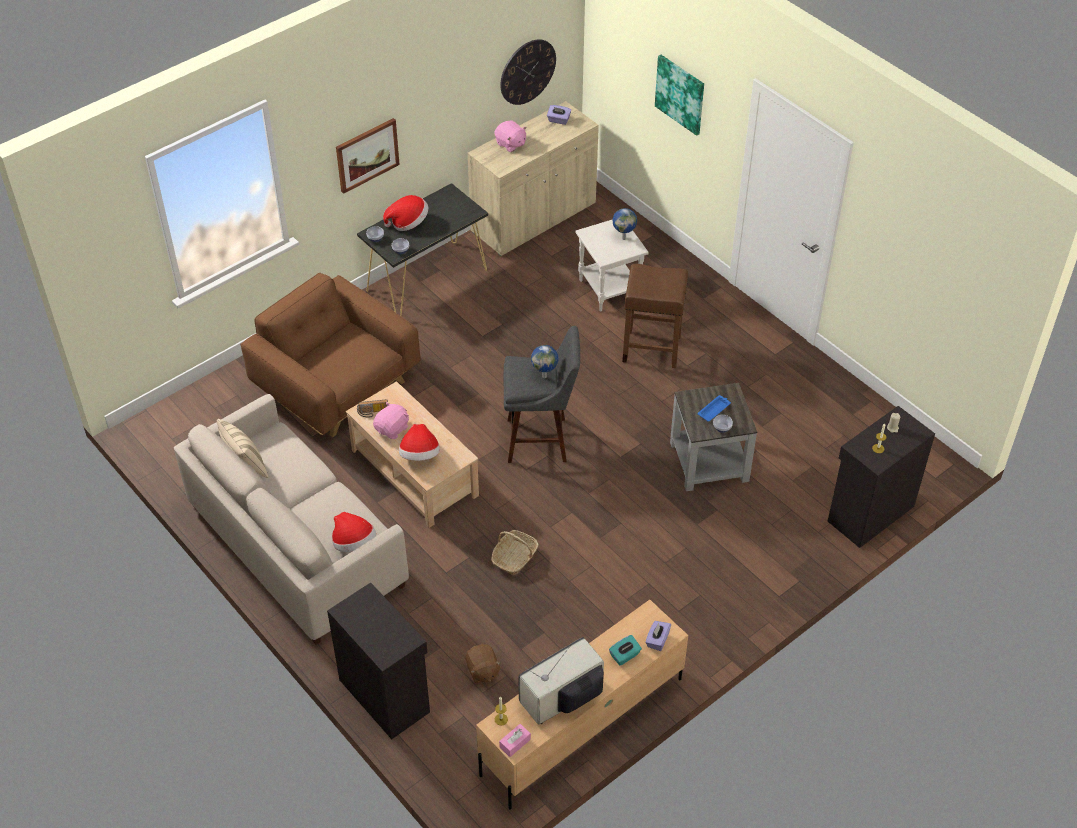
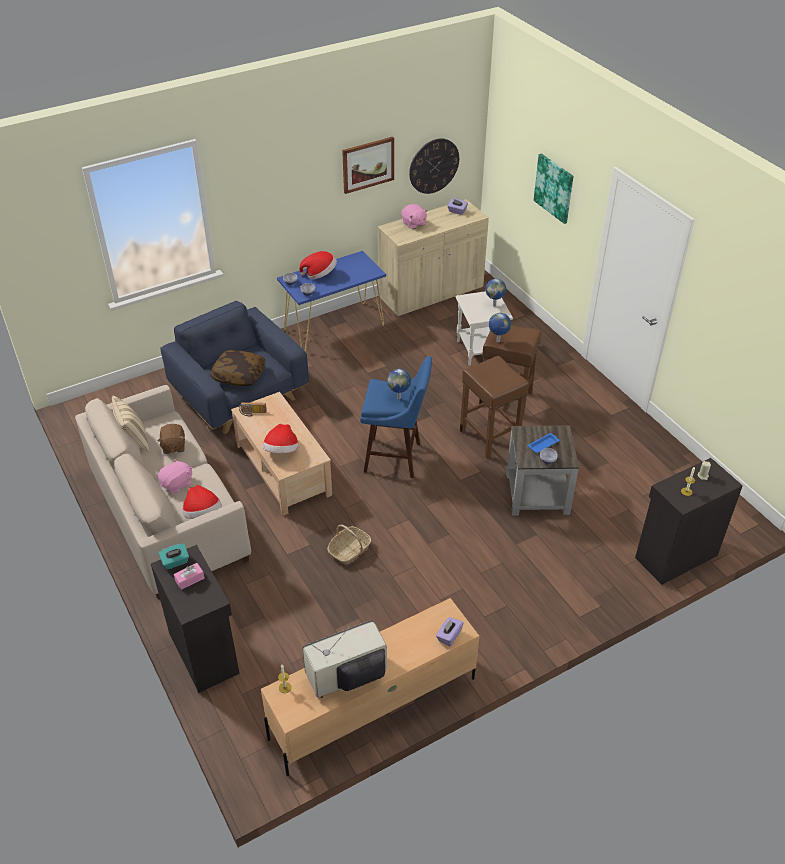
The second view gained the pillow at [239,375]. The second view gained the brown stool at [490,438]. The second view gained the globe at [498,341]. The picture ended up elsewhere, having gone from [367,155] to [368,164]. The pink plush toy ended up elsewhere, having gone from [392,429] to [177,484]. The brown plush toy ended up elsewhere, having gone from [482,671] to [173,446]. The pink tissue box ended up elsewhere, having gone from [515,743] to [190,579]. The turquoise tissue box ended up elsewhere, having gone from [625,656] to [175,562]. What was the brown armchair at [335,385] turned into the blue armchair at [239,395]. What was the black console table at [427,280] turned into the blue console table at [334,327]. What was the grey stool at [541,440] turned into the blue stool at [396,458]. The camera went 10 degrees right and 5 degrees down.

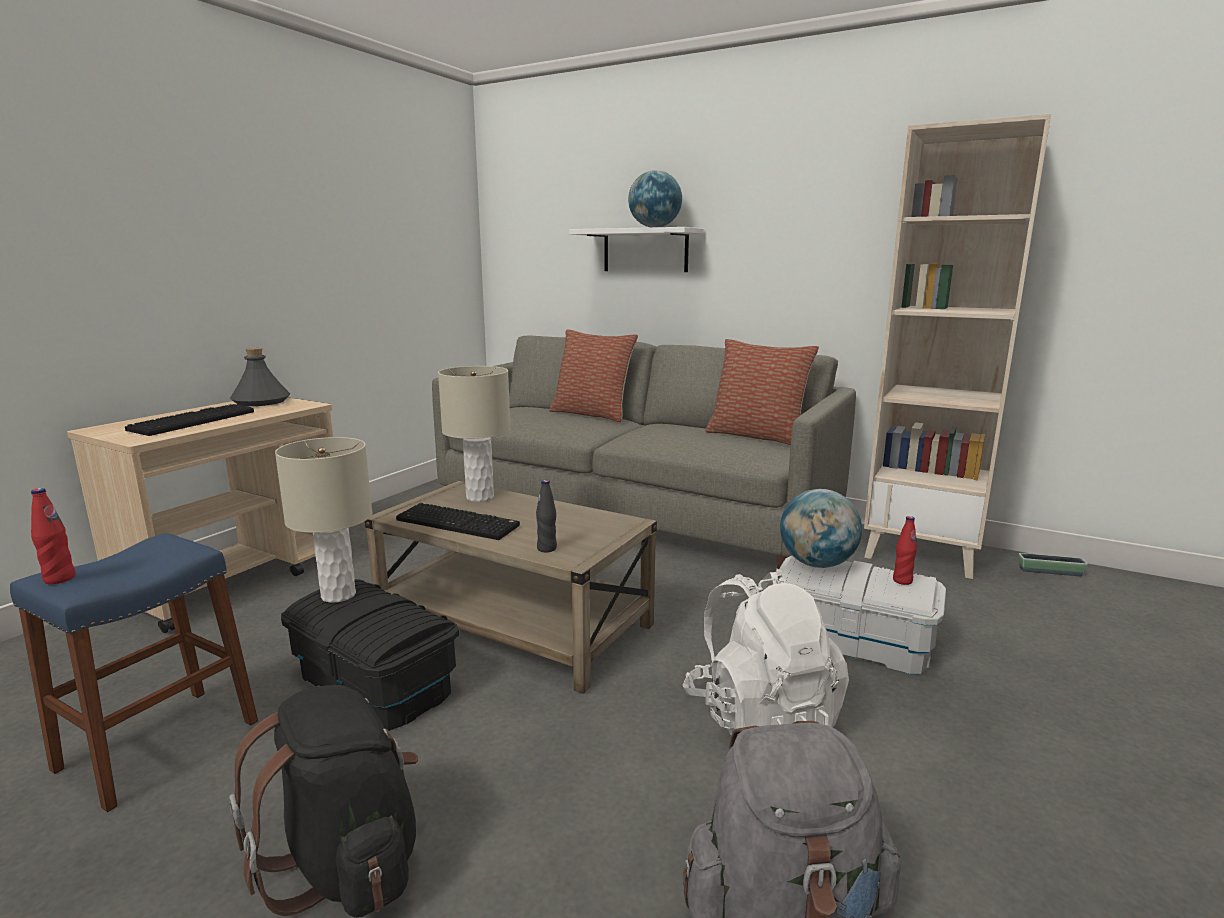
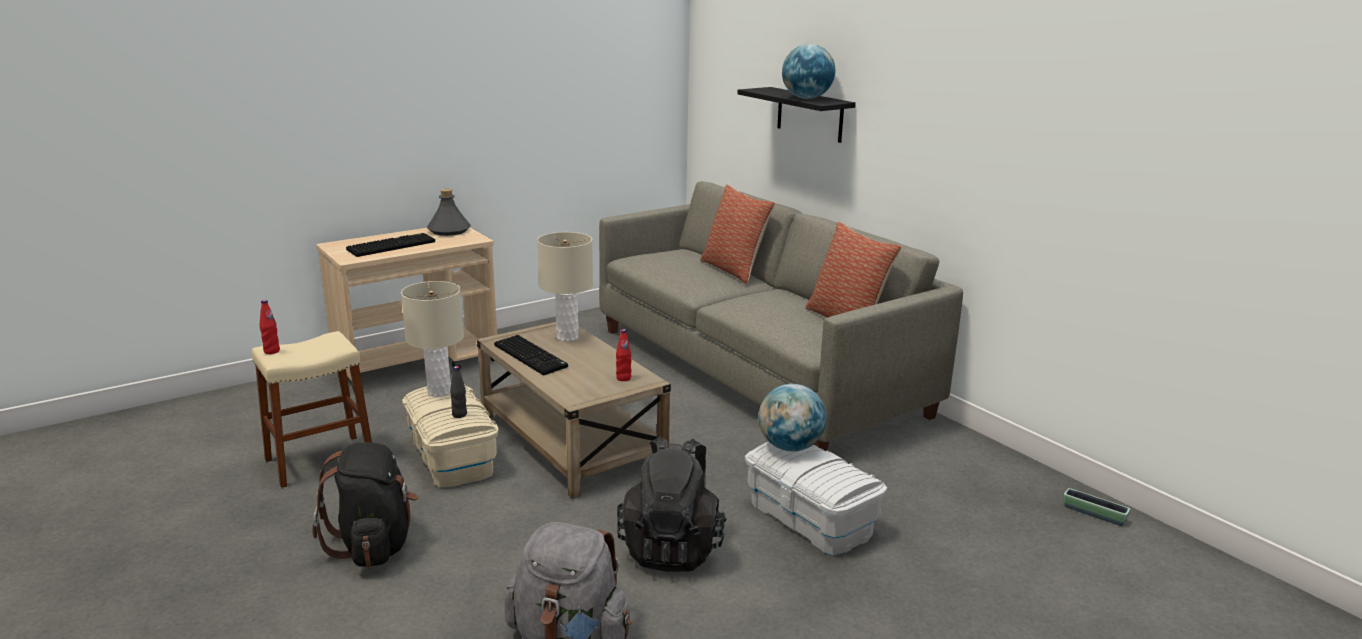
The second view lost the beige bookcase at [923,553]. The black bottle ended up elsewhere, having gone from [547,548] to [459,415]. The red bottle ended up elsewhere, having gone from [902,581] to [623,378]. What was the blue stool at [159,745] turned into the beige stool at [320,461]. What was the black storage box at [375,683] turned into the beige storage box at [453,457]. What was the white shelf at [645,250] turned into the black shelf at [810,114]. What was the white backpack at [761,720] turned into the black backpack at [672,548]. The camera went 25 degrees right and 5 degrees up.

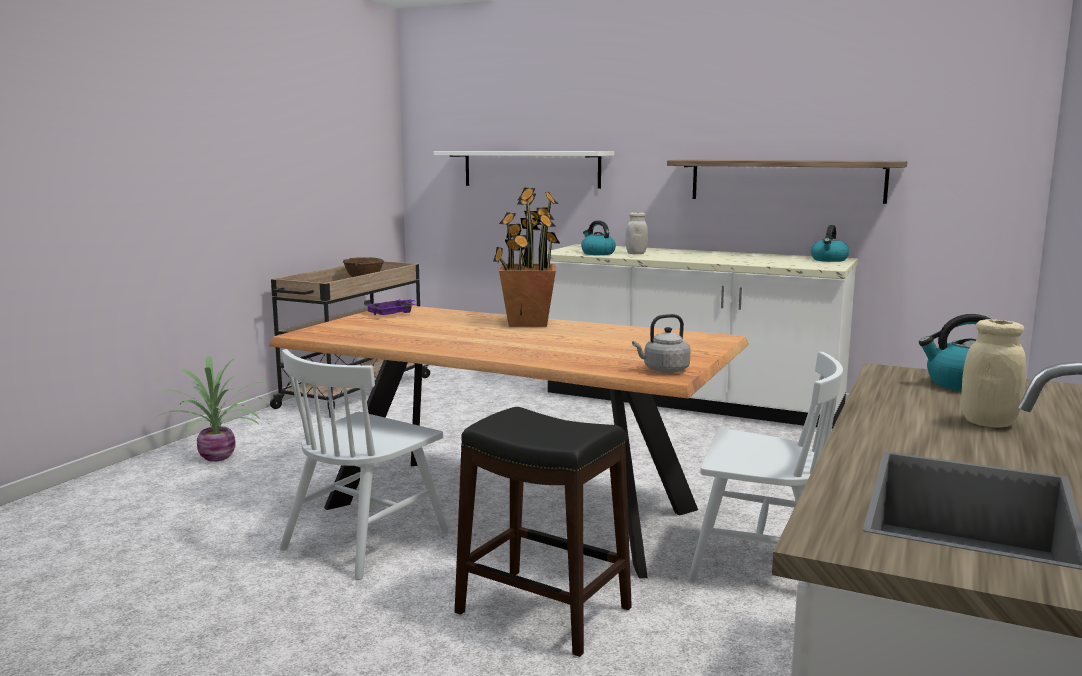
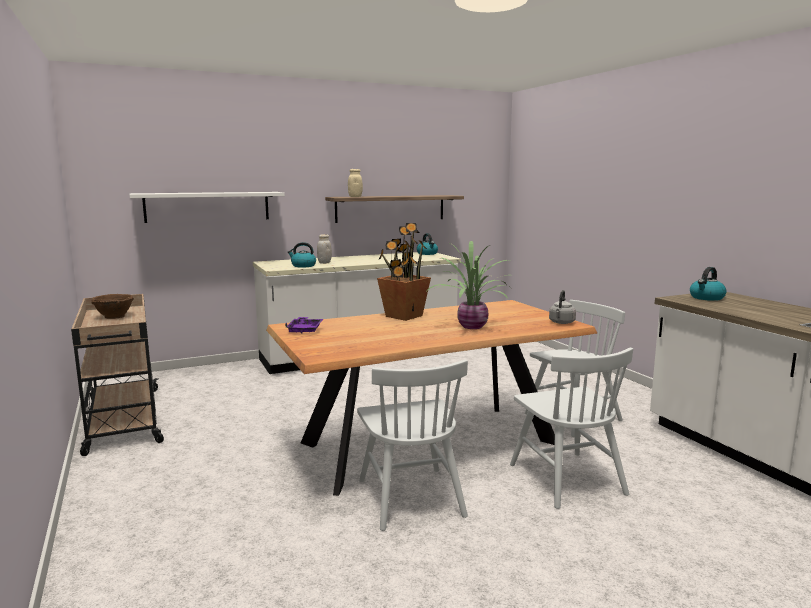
The potted plant ended up elsewhere, having gone from [219,457] to [472,326]. The beige jar ended up elsewhere, having gone from [988,422] to [355,196]. Where the black stool stood at [543,611], the white chair came to stand at [566,479]. The camera went 50 degrees left and 0 degrees up.

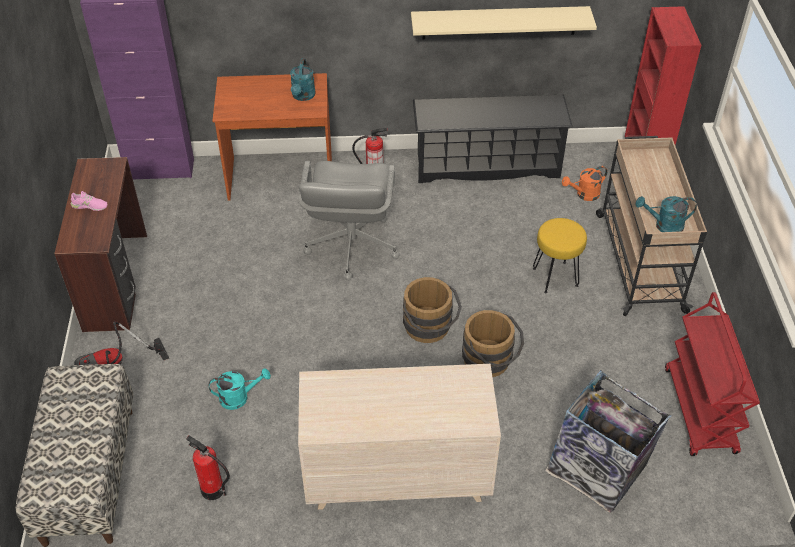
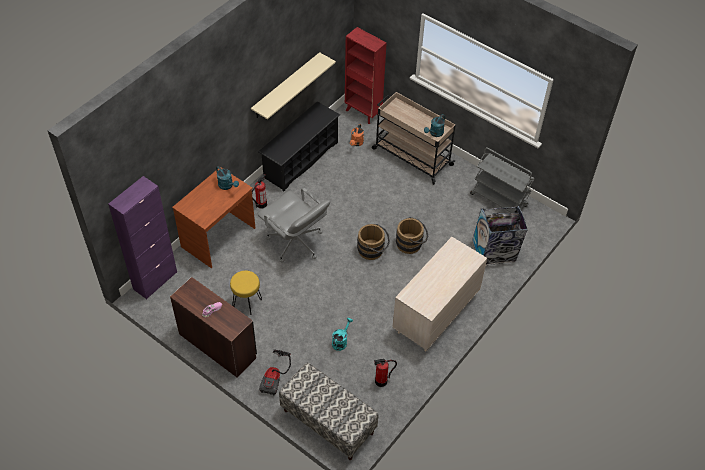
The yellow stool ended up elsewhere, having gone from [556,277] to [247,302]. What was the red cart at [700,411] turned into the grey cart at [499,200]. The camera went 50 degrees left and 5 degrees up.

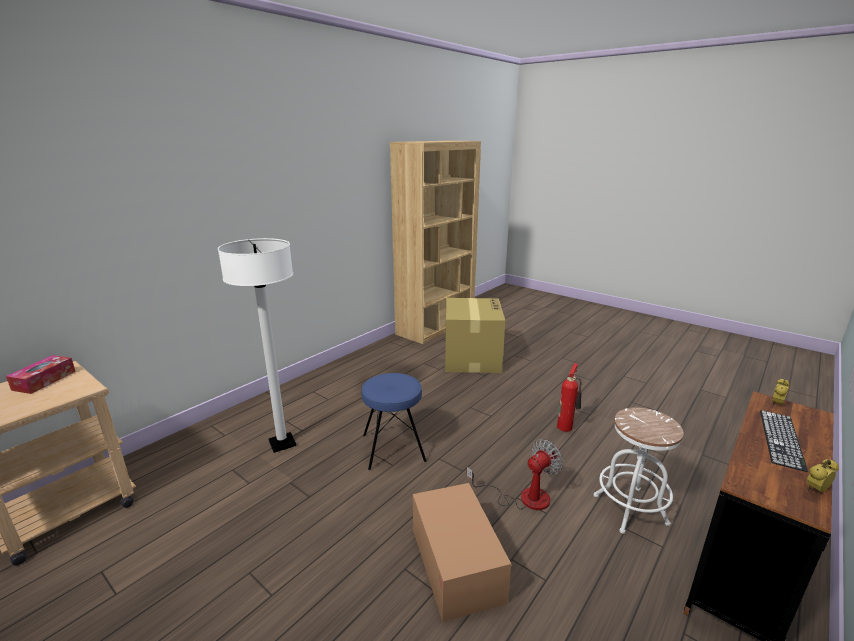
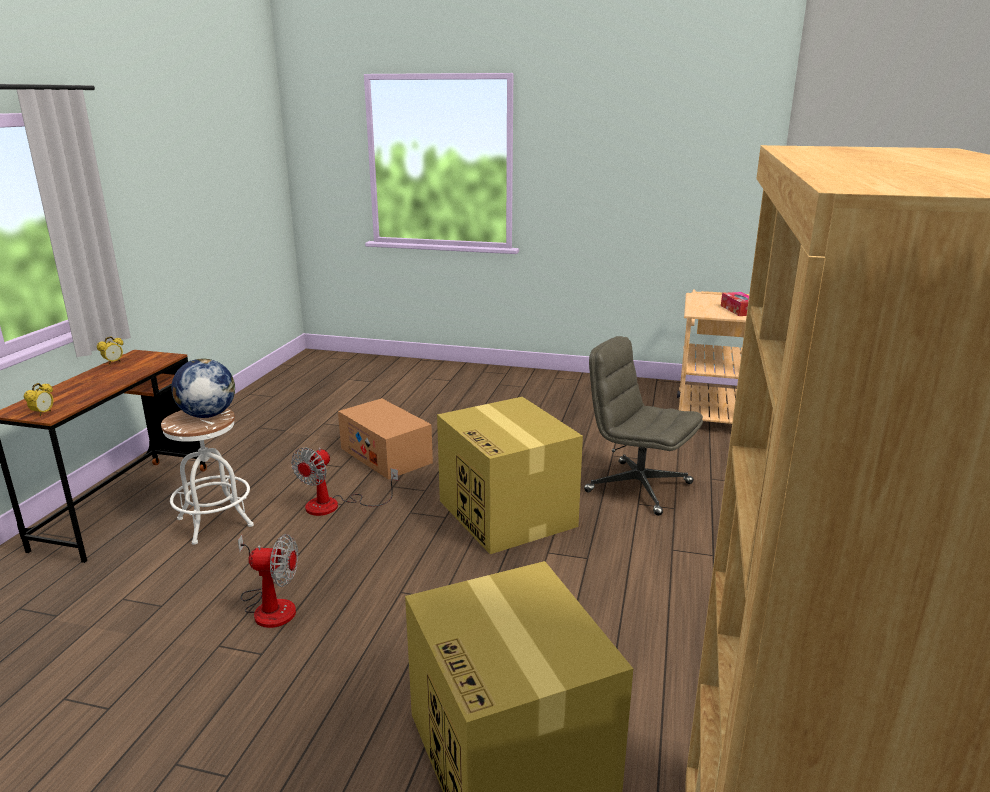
The second view lost the keyboard at [781,439]. The second view gained the globe at [207,415]. Where the white floor lamp stood at [282,443], the grey office chair came to stand at [637,487]. Where the blue stool stood at [393,448], the cardboard box came to stand at [508,514]. Where the fire extinguisher stood at [566,427], the fan came to stand at [270,605]. The camera went 155 degrees right and 0 degrees up.

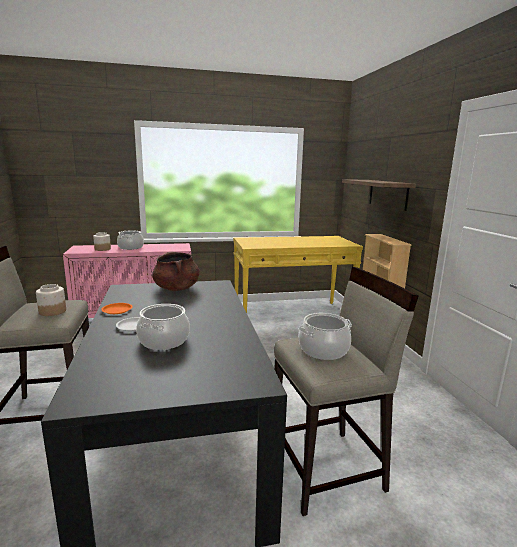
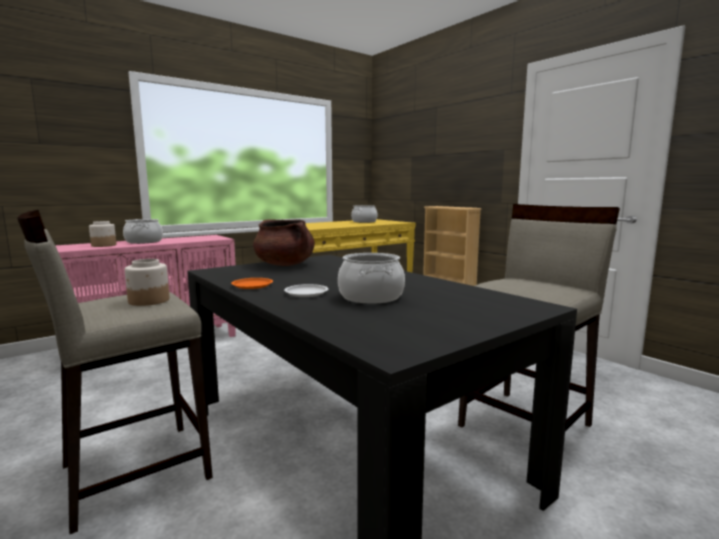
The second view lost the shelf at [388,194]. The cooking pot ended up elsewhere, having gone from [323,350] to [364,222]. The camera went 25 degrees left and 5 degrees down.

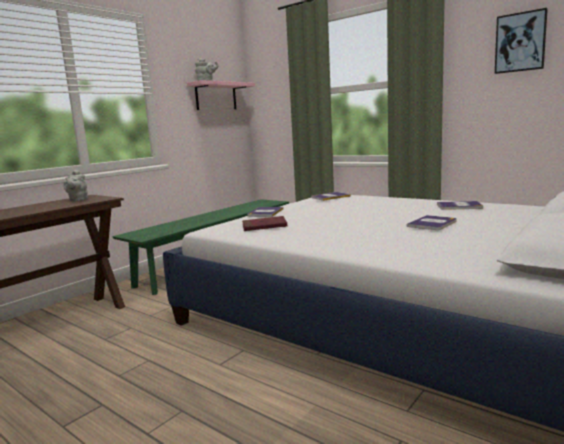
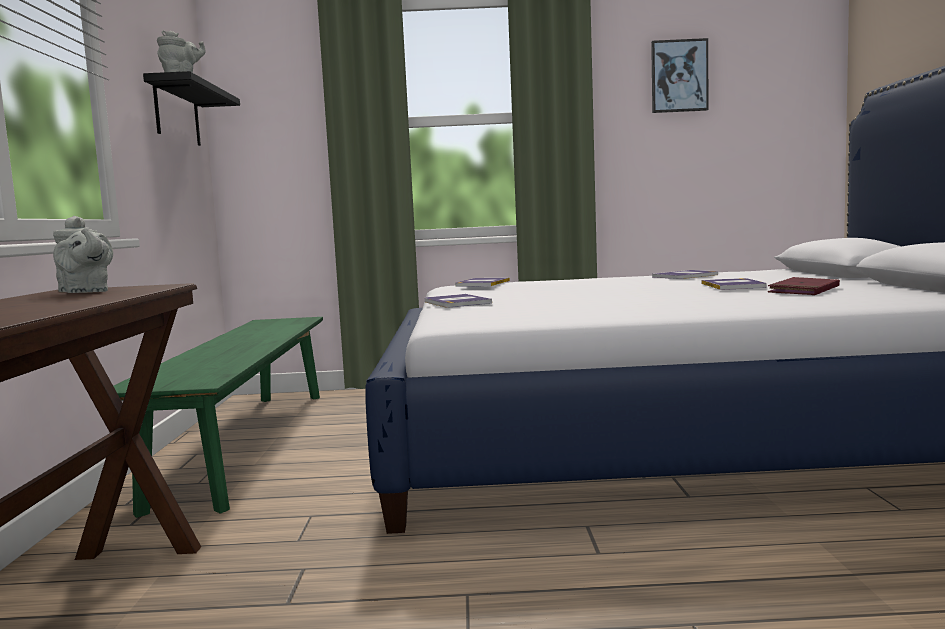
The red book ended up elsewhere, having gone from [264,226] to [804,290]. What was the pink shelf at [216,96] turned into the black shelf at [177,114]. The camera went 40 degrees left and 5 degrees down.

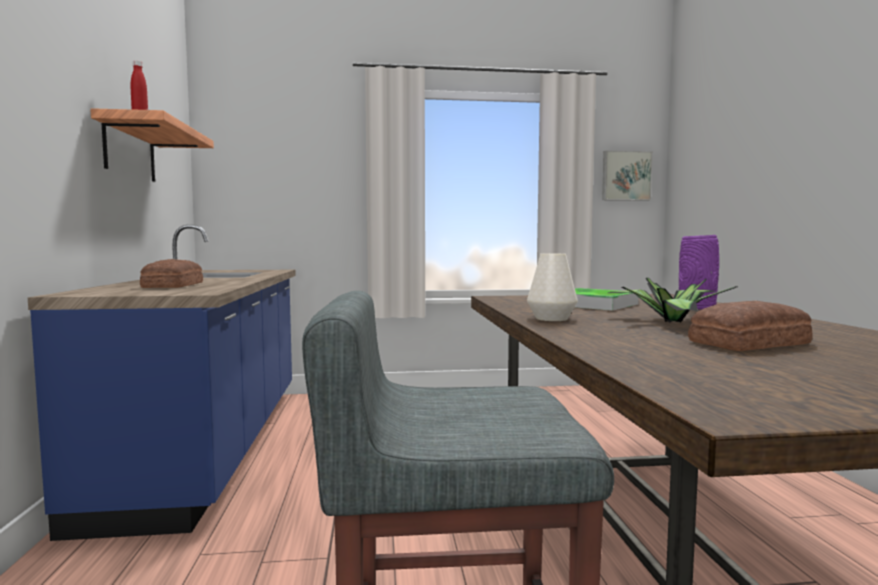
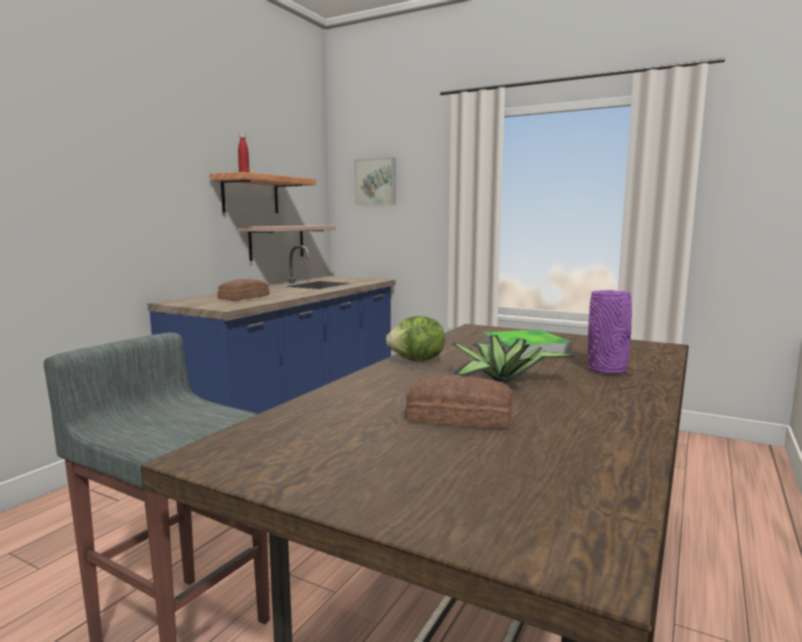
The second view gained the shelf at [277,242]. The picture ended up elsewhere, having gone from [625,176] to [376,182]. Where the white vase stood at [552,319], the lettuce came to stand at [417,361]. The camera went 35 degrees right and 5 degrees up.

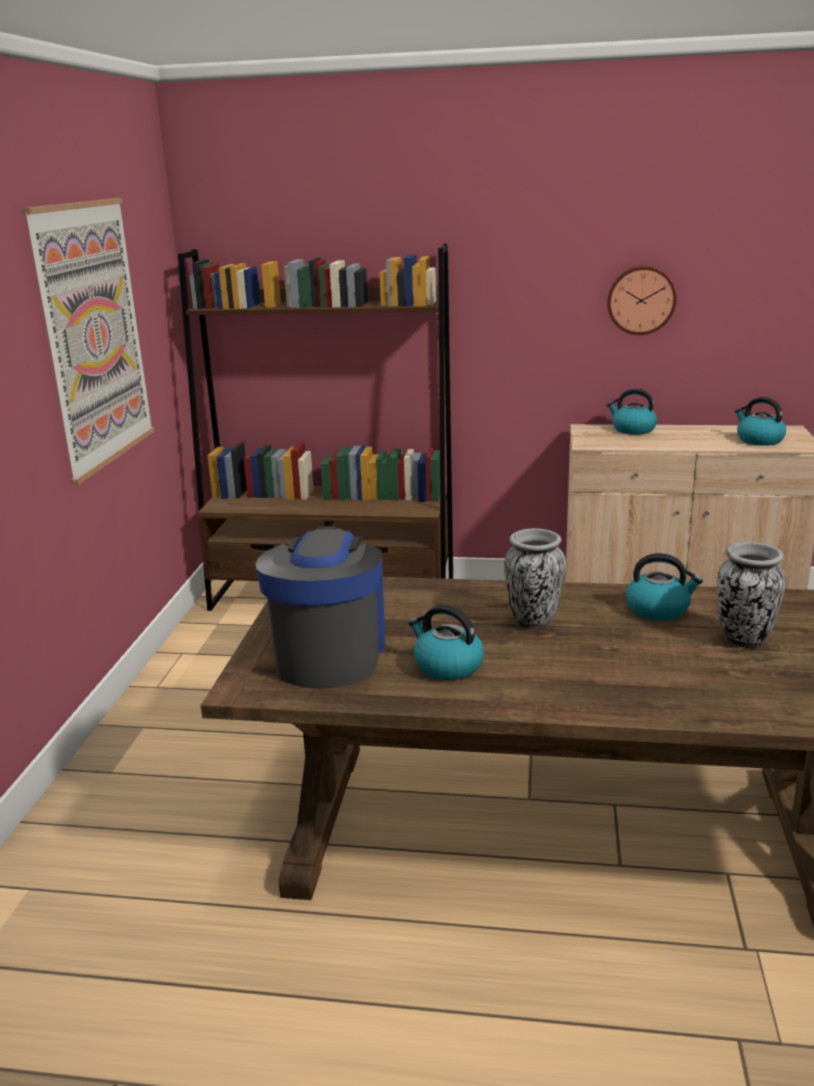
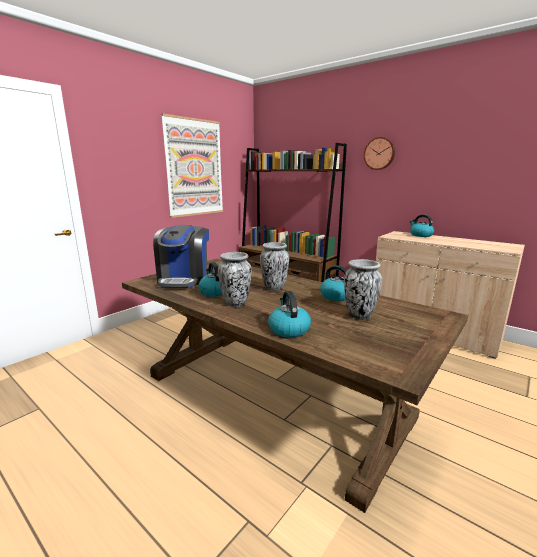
The second view gained the vase at [235,303]. The wall clock ended up elsewhere, having gone from [641,300] to [379,153]. The kettle ended up elsewhere, having gone from [759,440] to [288,329]. The coffee machine at [329,654] ended up facing another way, 150 degrees clockwise from before. The camera went 30 degrees right and 5 degrees down.

